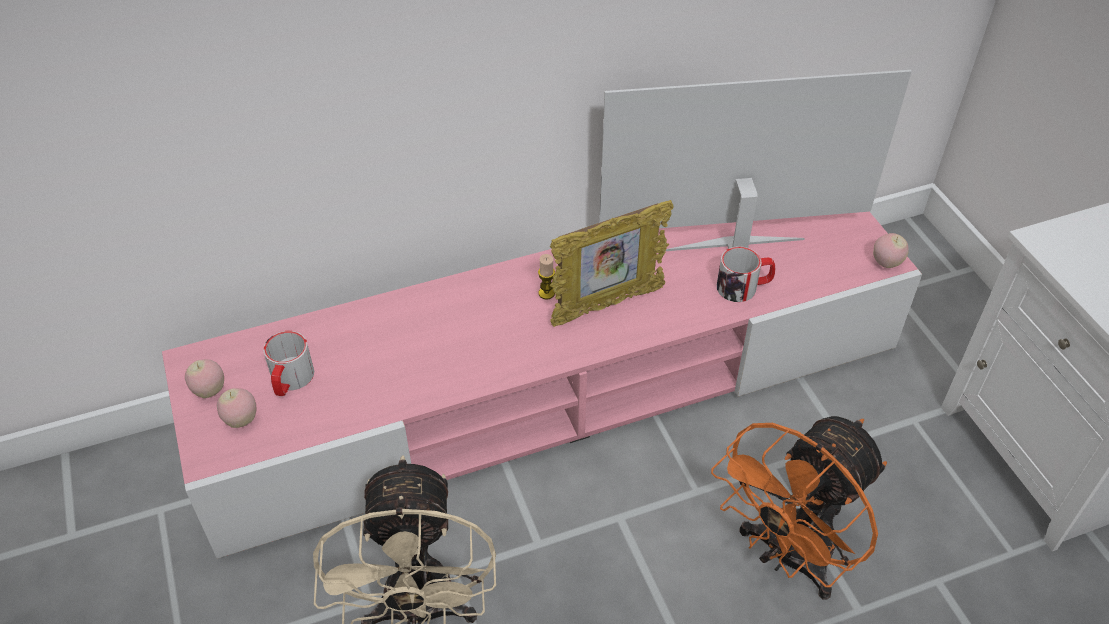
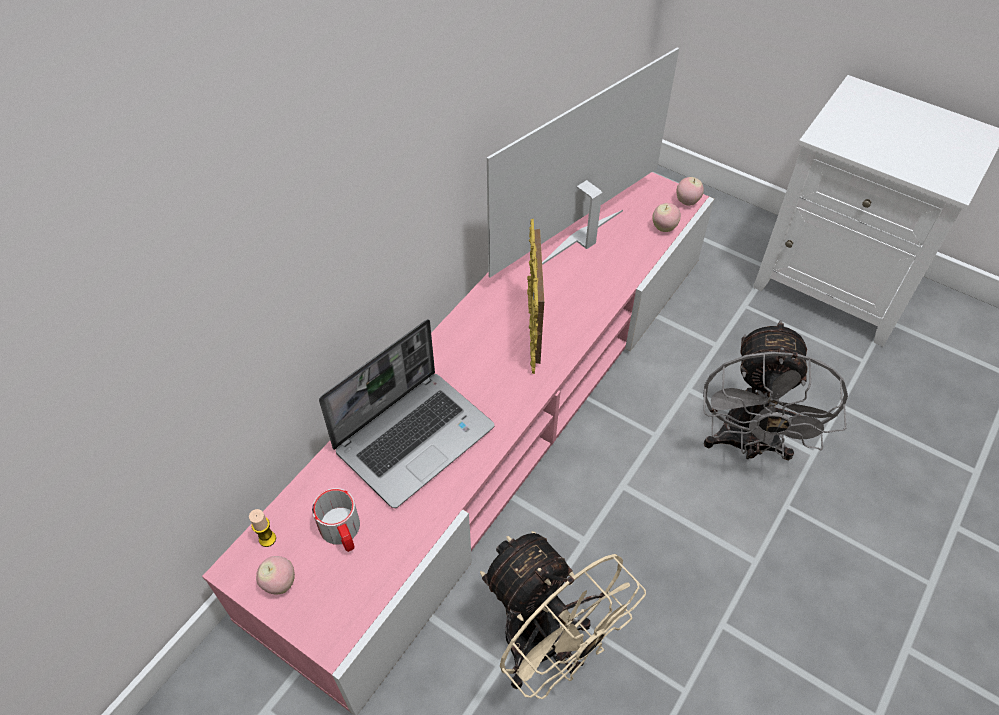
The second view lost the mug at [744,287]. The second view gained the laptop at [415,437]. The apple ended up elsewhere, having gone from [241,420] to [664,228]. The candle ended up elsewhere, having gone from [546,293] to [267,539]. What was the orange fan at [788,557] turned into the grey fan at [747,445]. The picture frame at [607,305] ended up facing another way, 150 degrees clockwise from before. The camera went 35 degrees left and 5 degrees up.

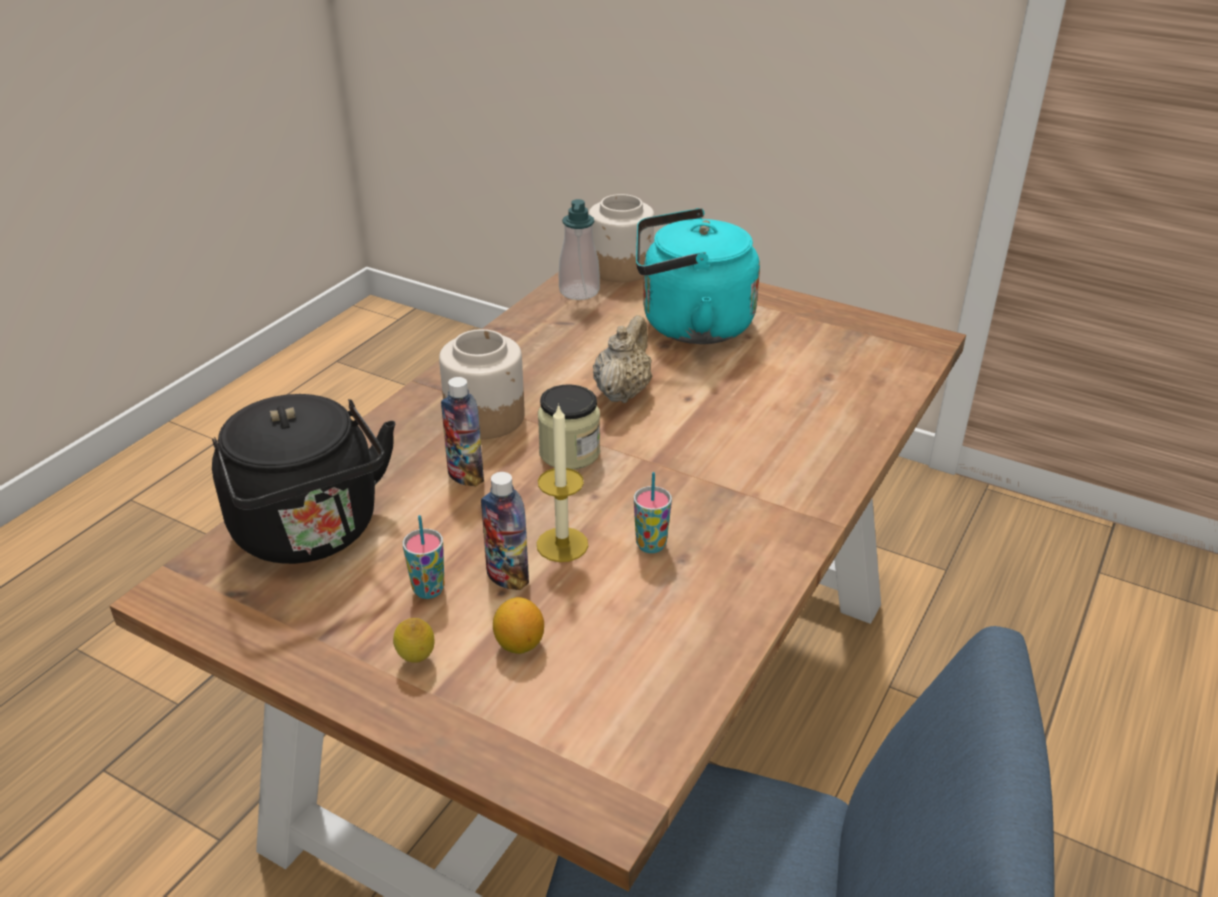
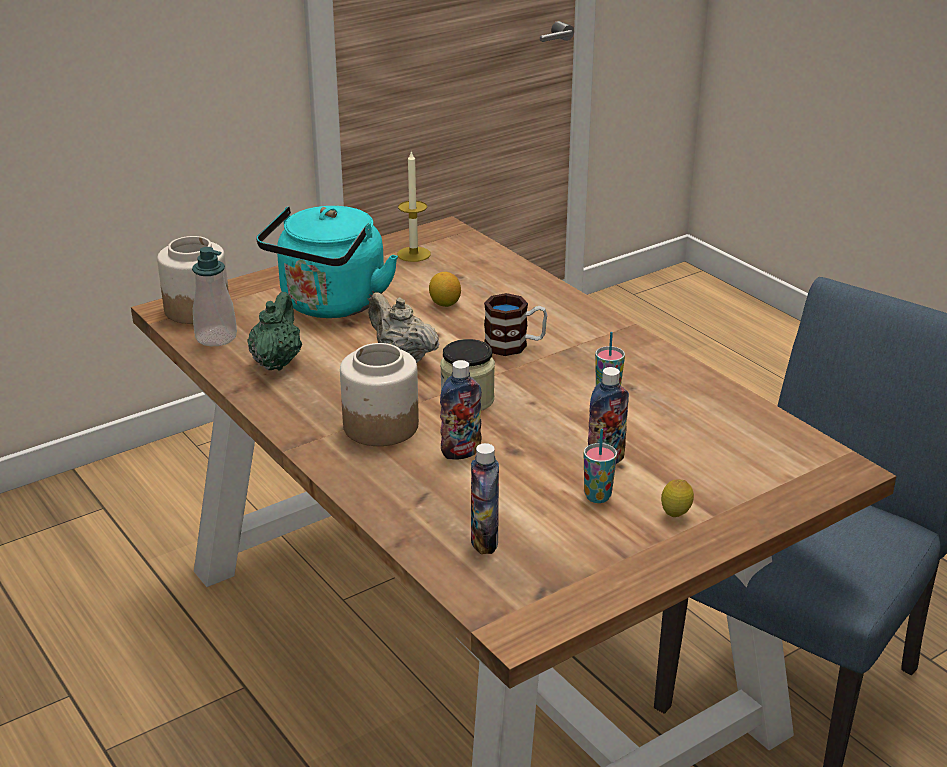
The second view gained the green teapot at [276,362]. The second view gained the mug at [515,345]. The lemon ended up elsewhere, having gone from [519,644] to [445,304]. The candle ended up elsewhere, having gone from [562,544] to [413,254]. Where the black kettle stood at [311,533], the bottle came to stand at [484,542]. The camera went 65 degrees left and 5 degrees down.

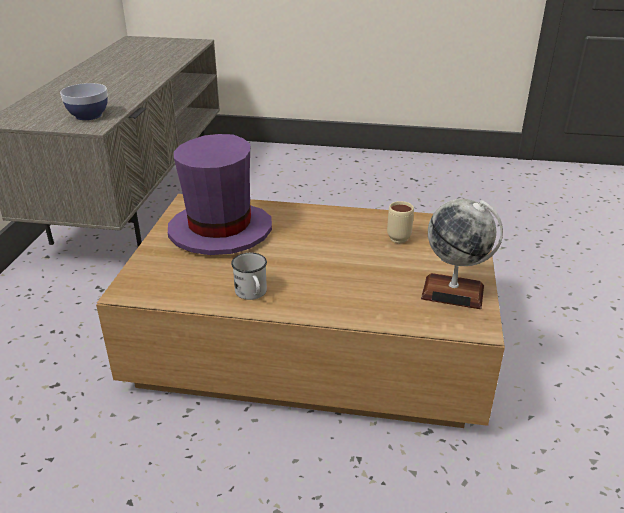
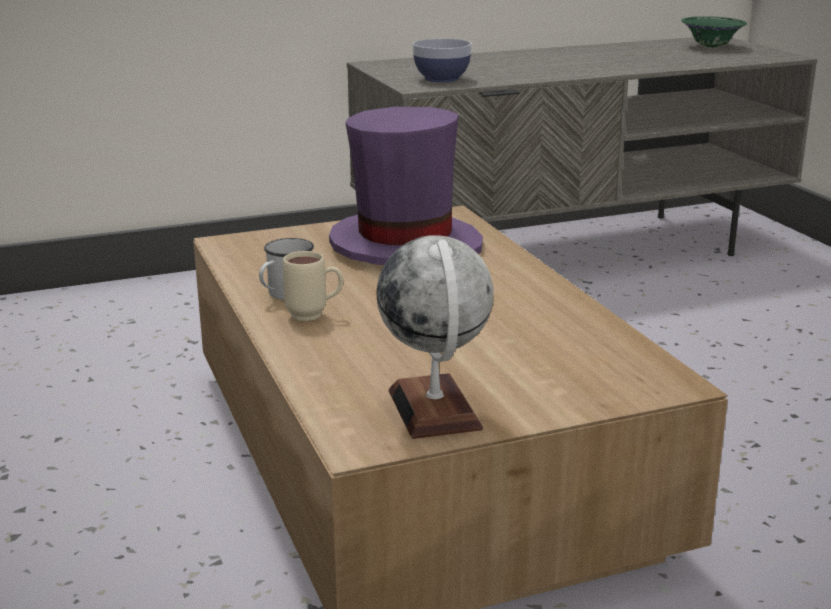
The second view gained the green bowl at [711,46]. The beige mug ended up elsewhere, having gone from [400,237] to [315,316]. The camera went 60 degrees right and 10 degrees down.

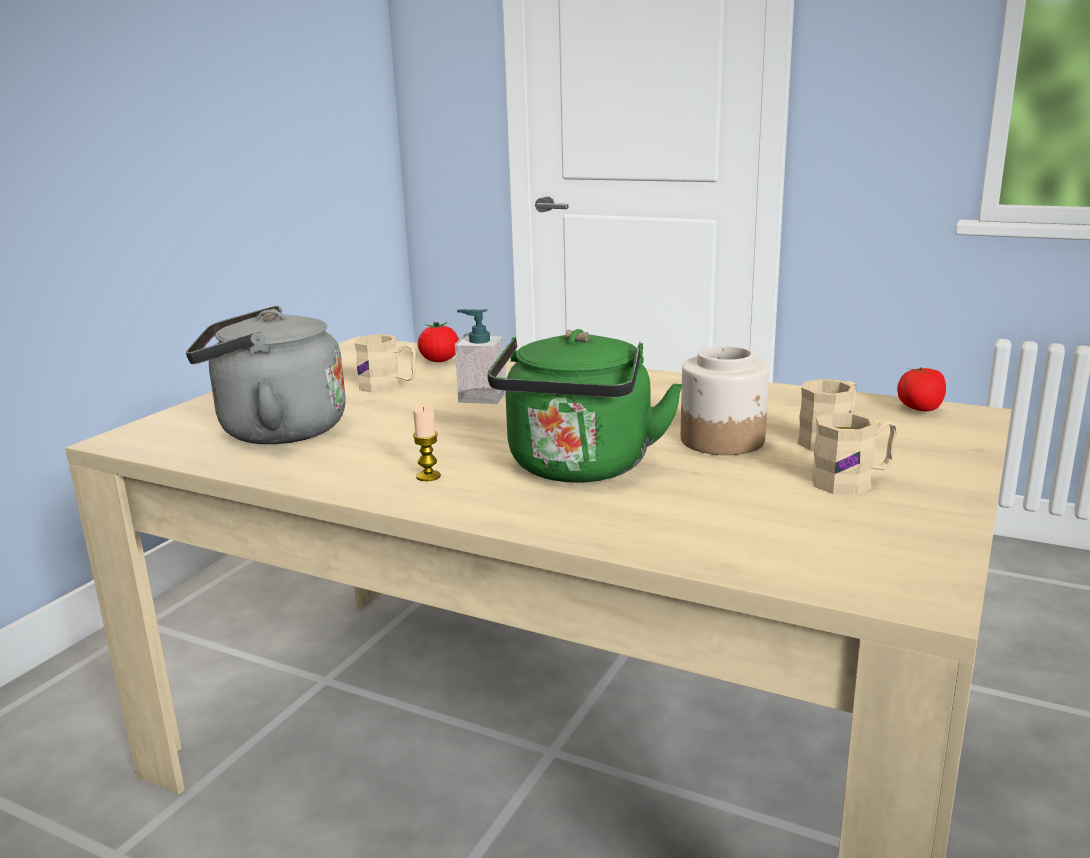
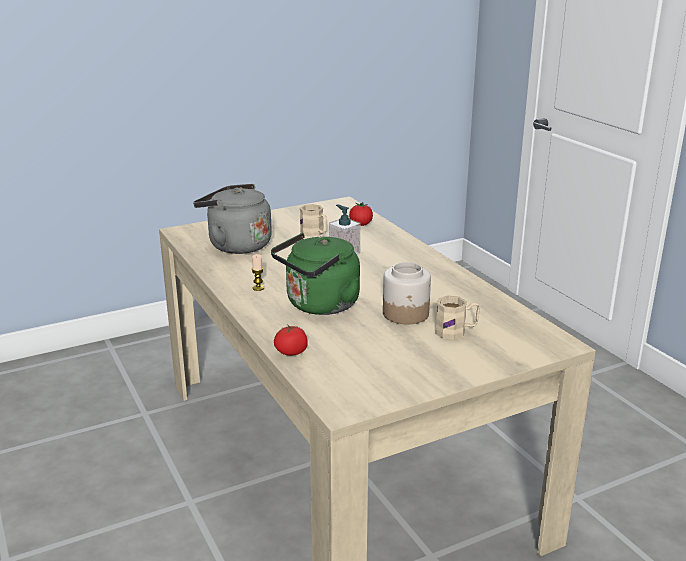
The second view lost the beige mug at [853,481]. The tomato ended up elsewhere, having gone from [920,409] to [291,352]. The camera went 35 degrees right and 5 degrees up.

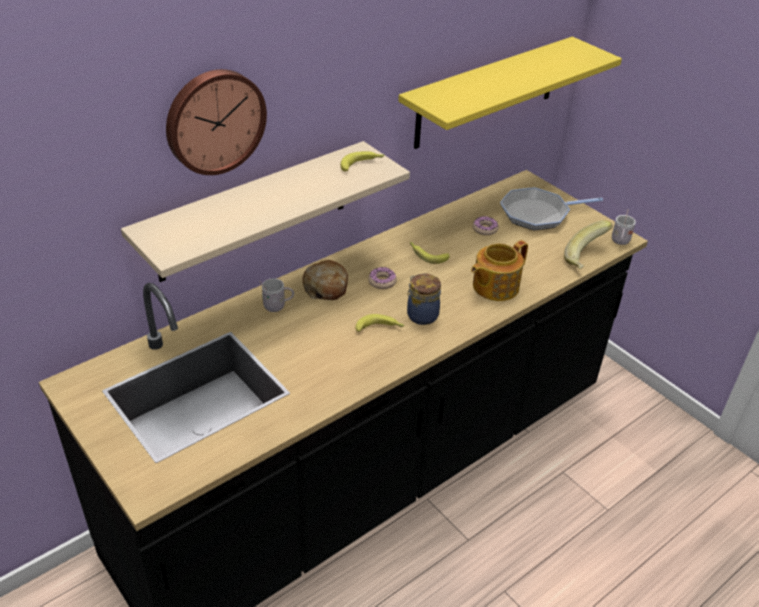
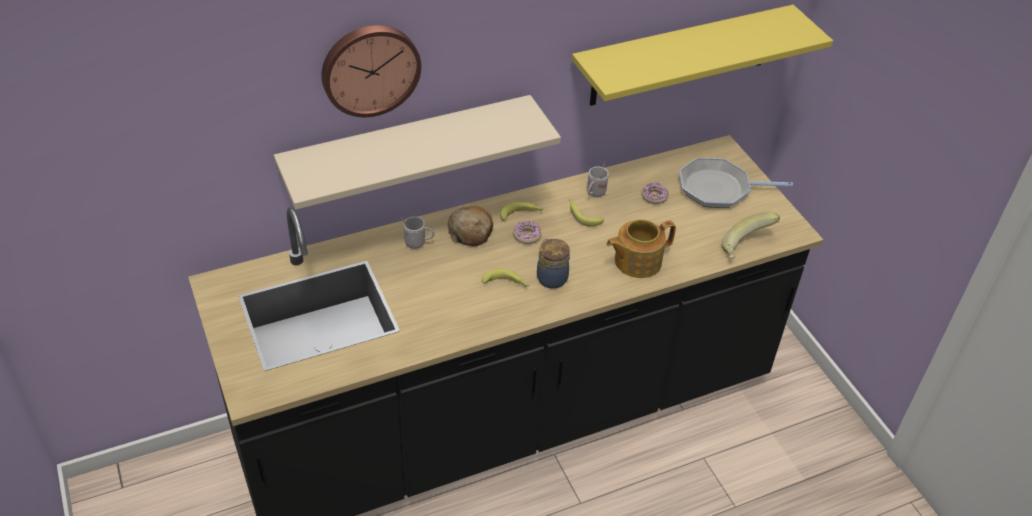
The banana ended up elsewhere, having gone from [362,164] to [521,214]. The white mug ended up elsewhere, having gone from [619,242] to [594,194]. The camera went 15 degrees right and 5 degrees up.

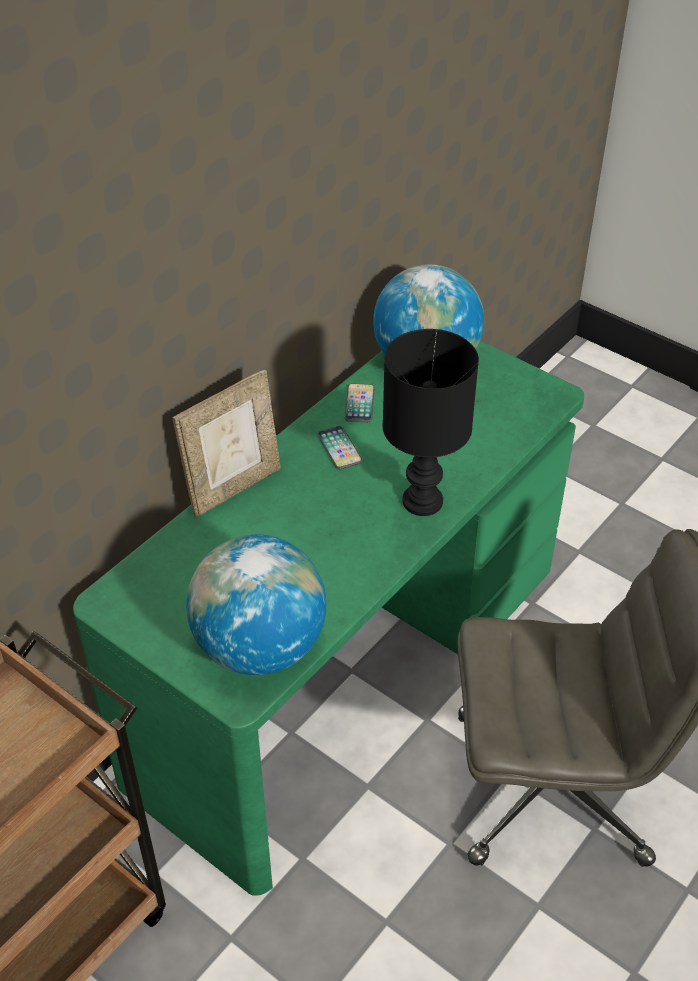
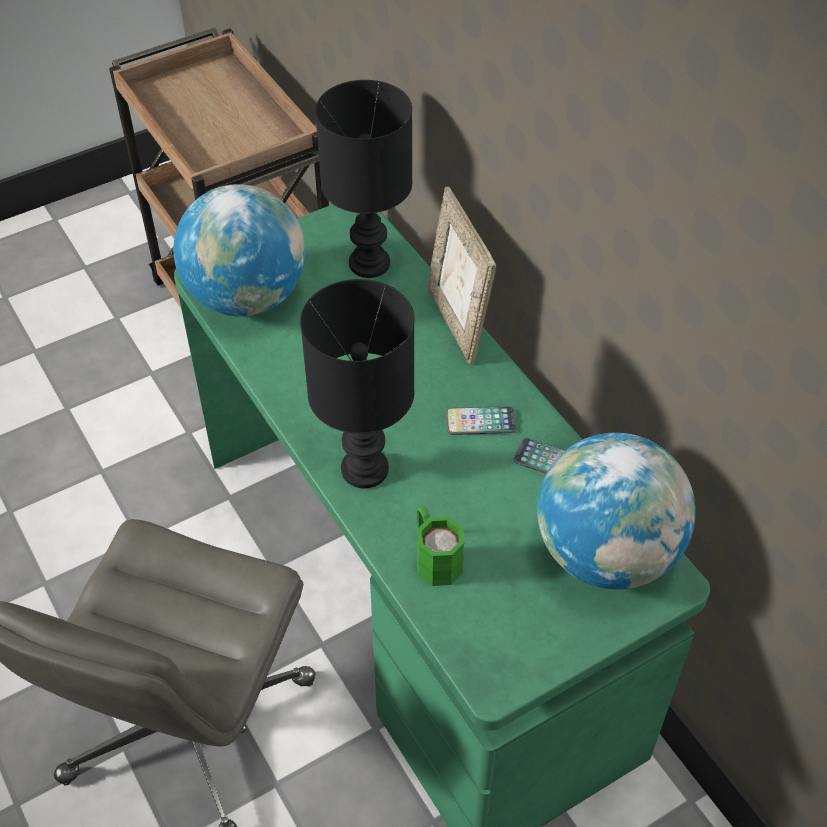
The second view gained the black table lamp at [368,264]. The second view gained the green mug at [434,557]. The camera went 110 degrees right and 5 degrees up.

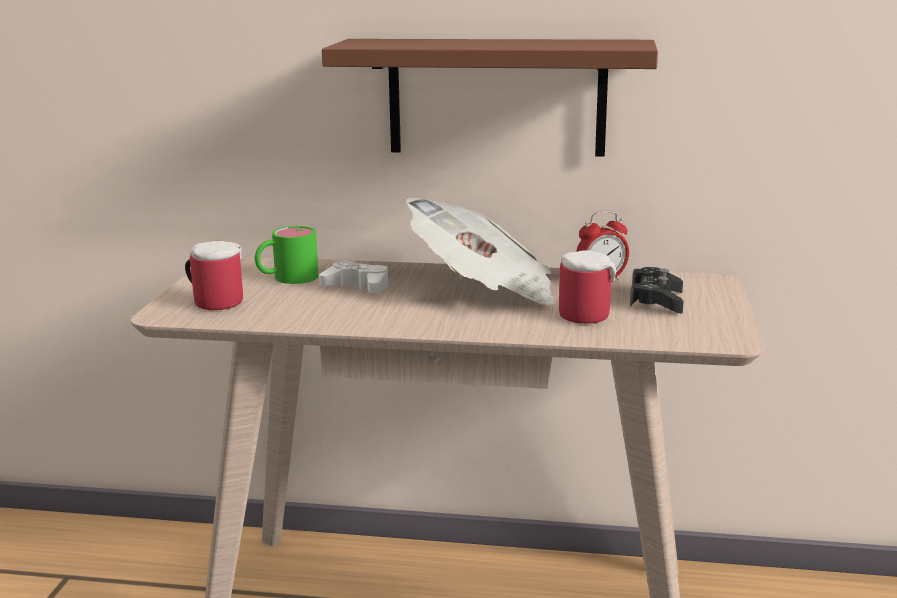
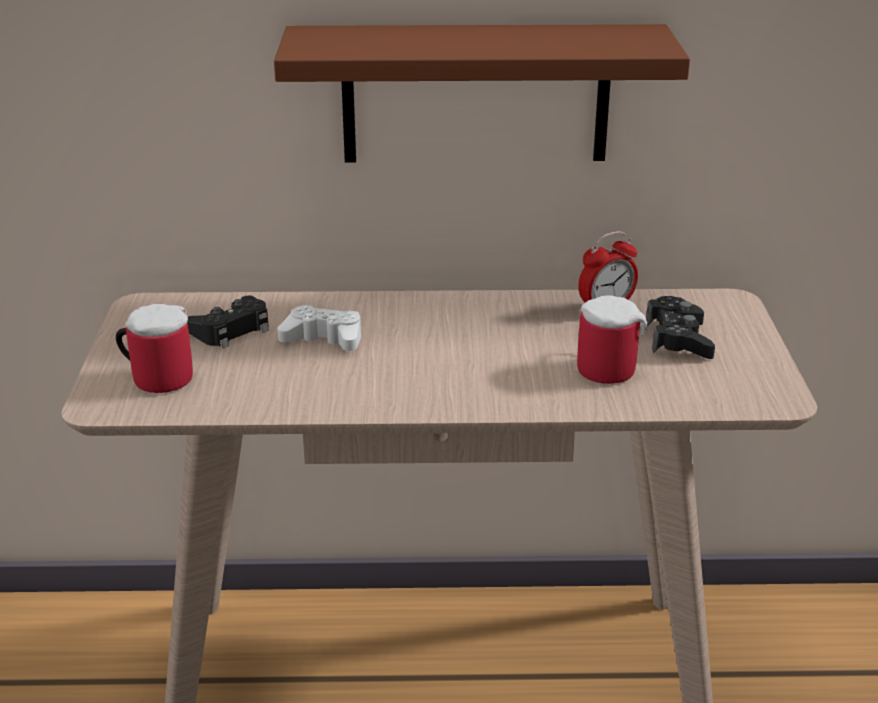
The second view lost the newspaper at [485,291]. Where the green mug stood at [287,278], the black game controller came to stand at [231,330]. The camera went 10 degrees left and 10 degrees up.

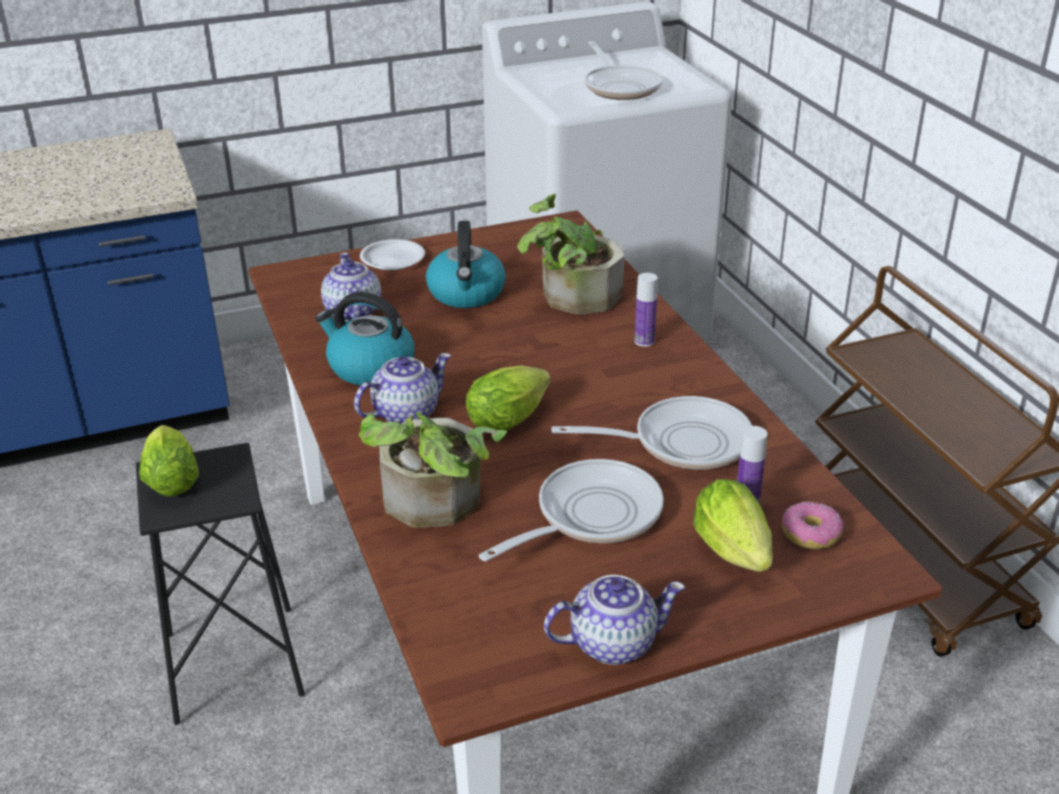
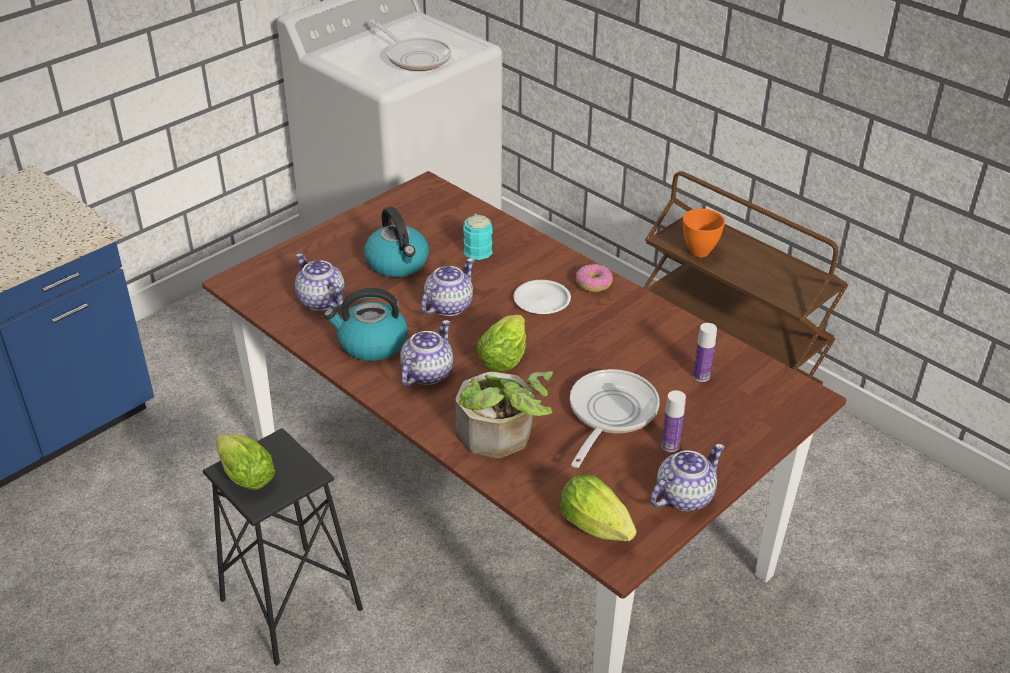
The second view lost the frying pan at [681,442]. The second view gained the teapot at [448,305]. The second view gained the orange bowl at [699,251]. The white plate ended up elsewhere, having gone from [392,259] to [541,301]. The bottle ended up elsewhere, having gone from [644,341] to [670,445]. The lettuce ended up elsewhere, having gone from [735,555] to [599,529]. The donut ended up elsewhere, having gone from [810,534] to [593,284]. Where the potted plant stood at [570,297], the turquoise mug came to stand at [477,247]. The camera went 25 degrees left and 5 degrees up.

